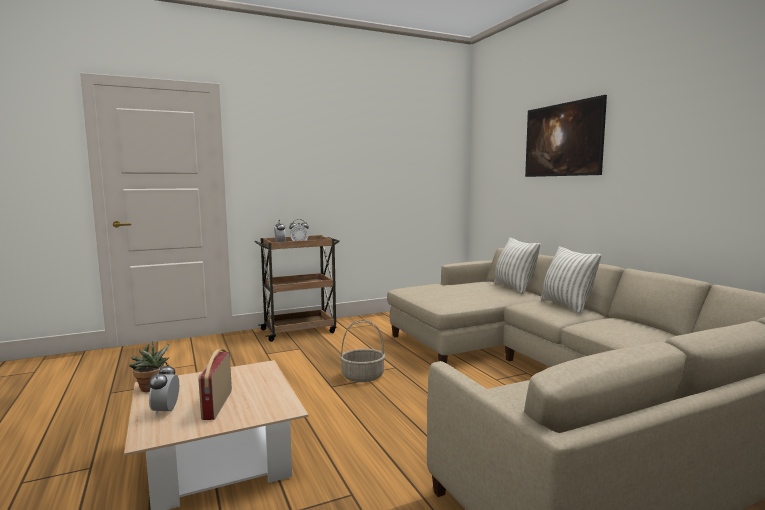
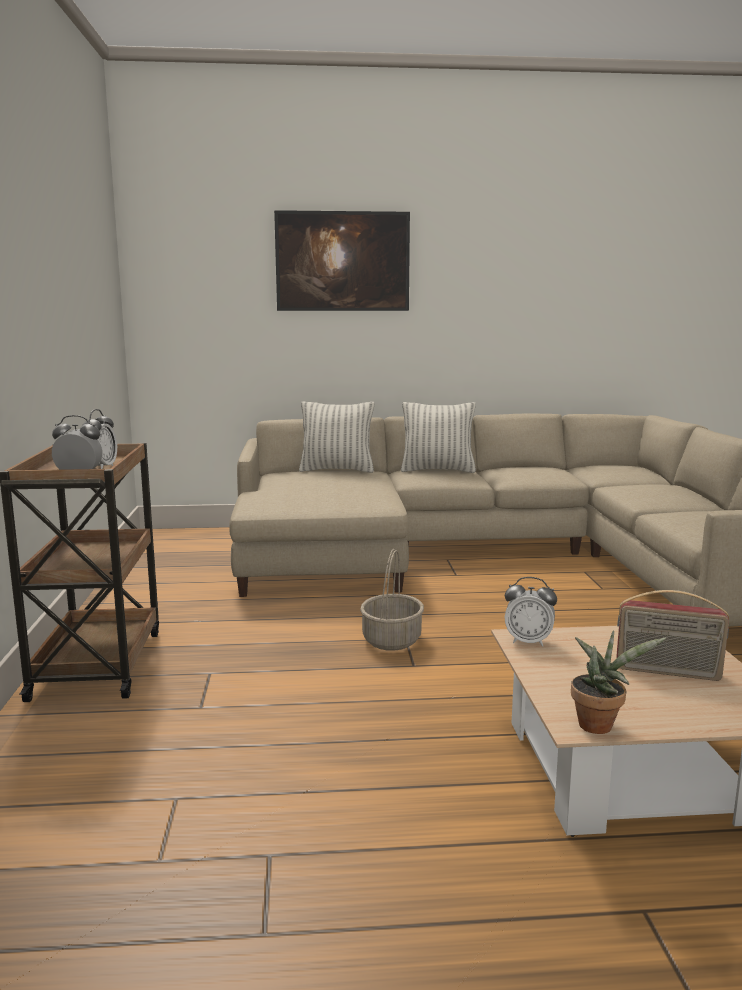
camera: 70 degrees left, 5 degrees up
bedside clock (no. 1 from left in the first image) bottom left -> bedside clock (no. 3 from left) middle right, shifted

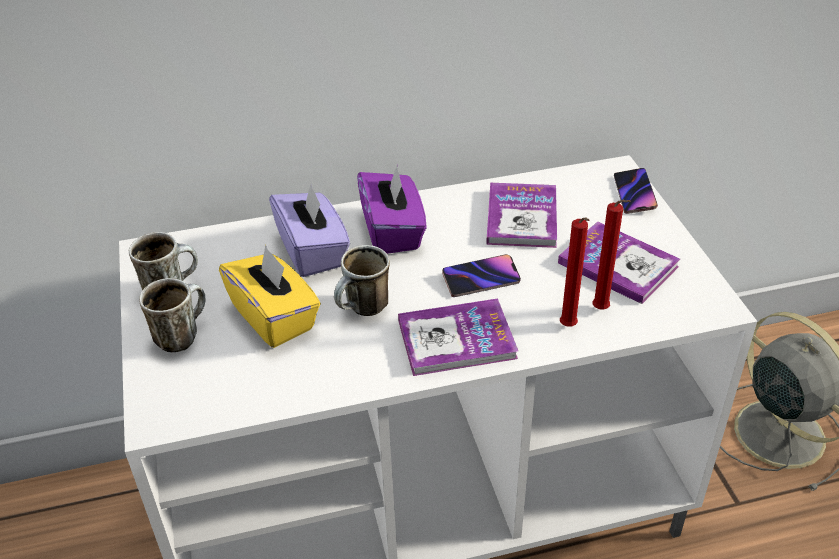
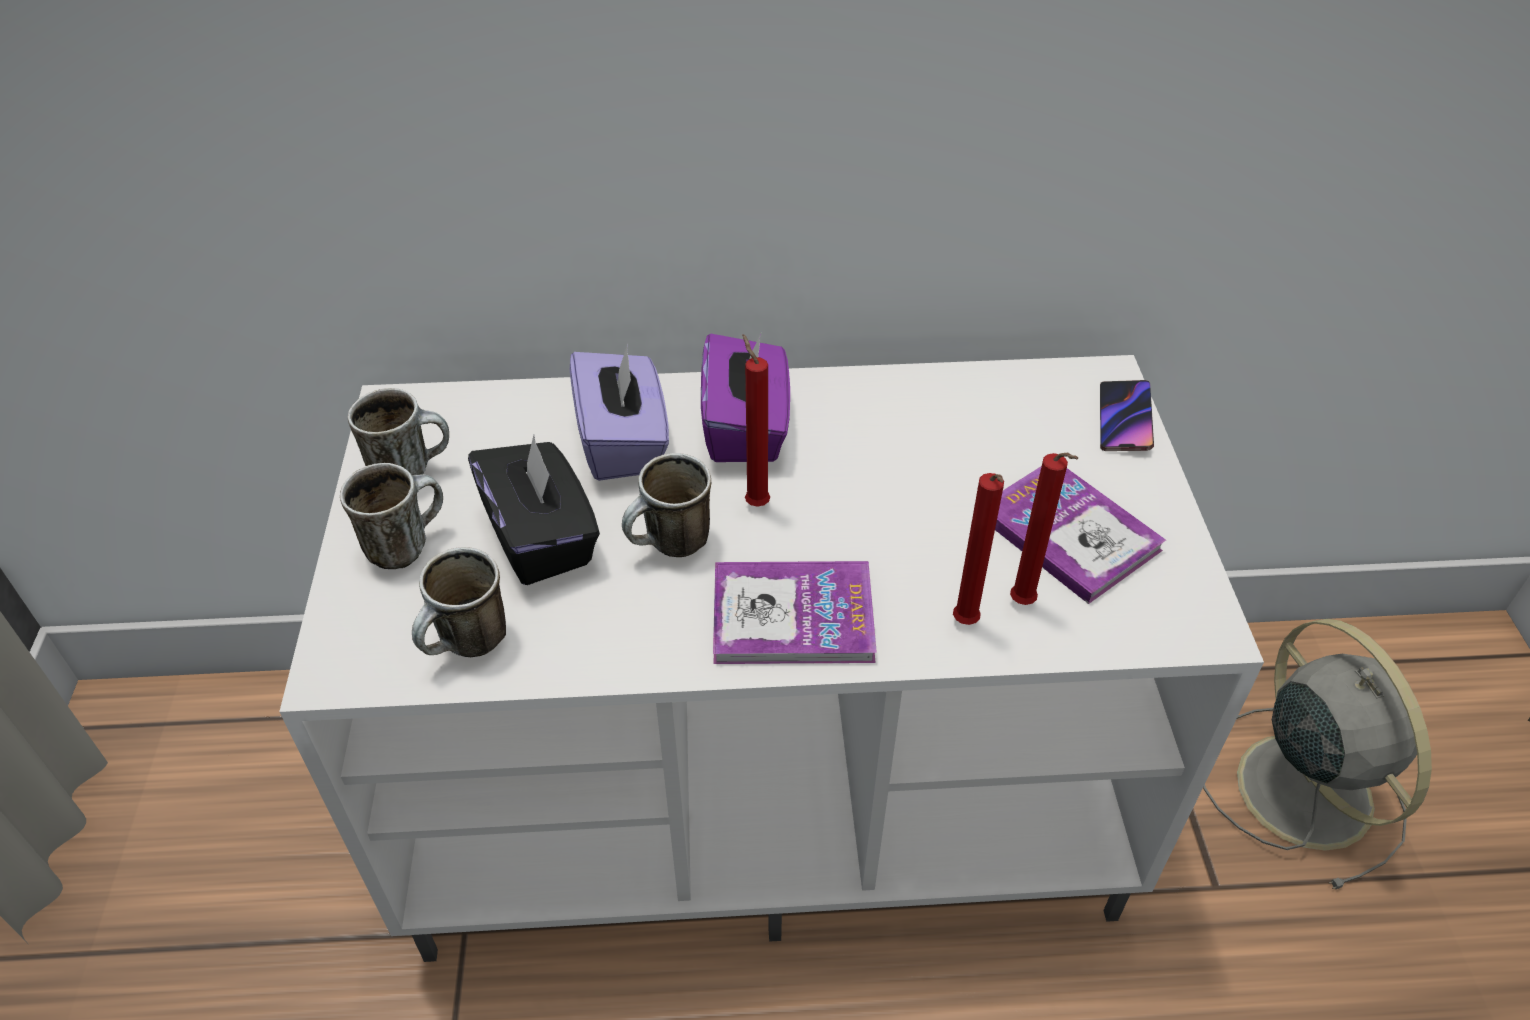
camera: 10 degrees right, 5 degrees up
yellow-coloured tissue box middle left -> black-coloured tissue box centre
phone (no. 1 from left) centre -> none
bound book (no. 2 from left) centre -> none
none -> mug (no. 3 from left) middle left
none -> red-coloured candle (no. 1 from left) centre

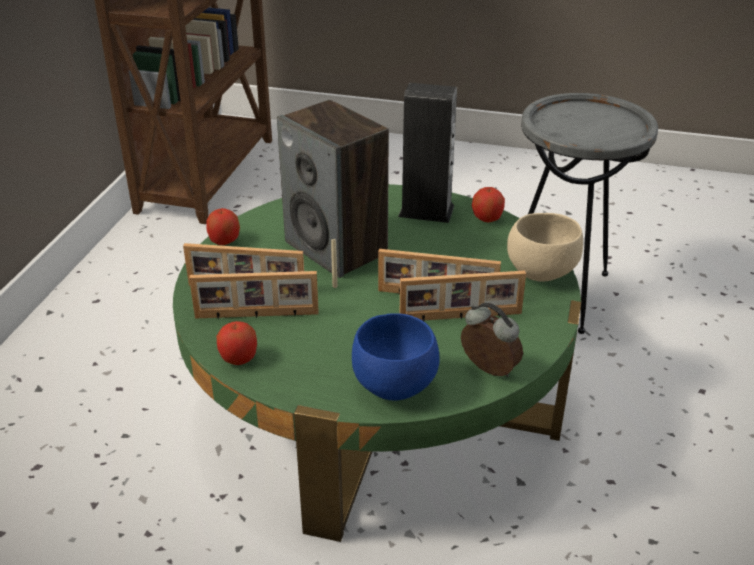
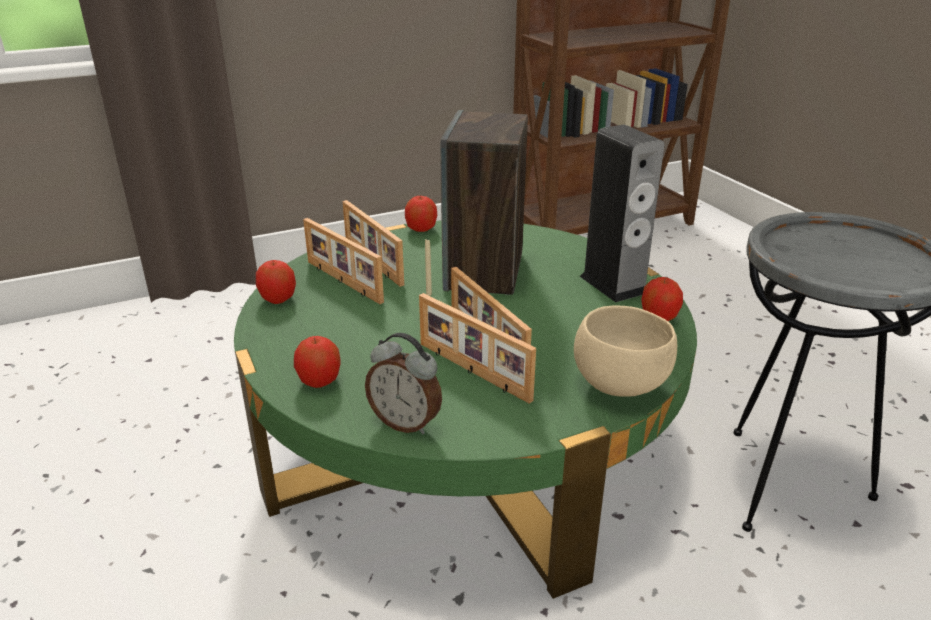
camera: 50 degrees right, 5 degrees down
blue-coloured serving bowl centre -> apple fruit (no. 2 from left) centre
bedside clock centre, 120 degrees clockwise

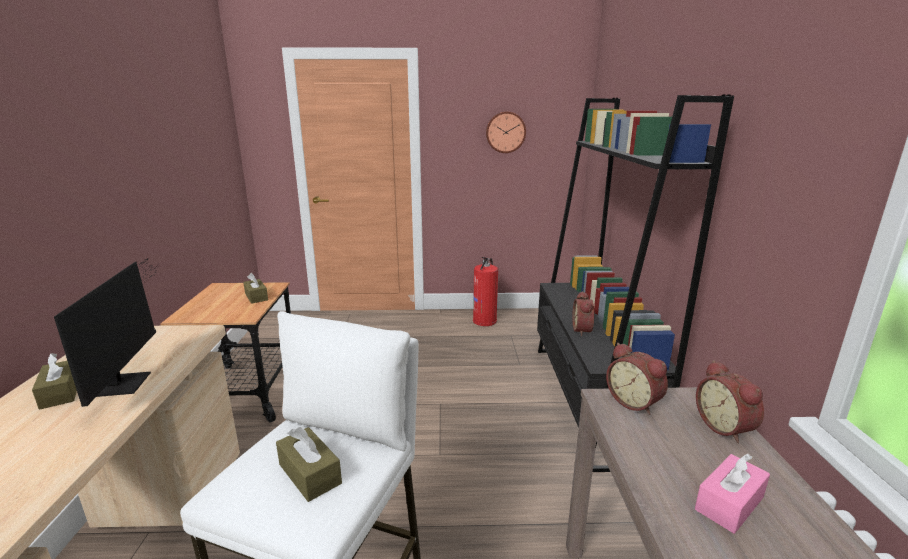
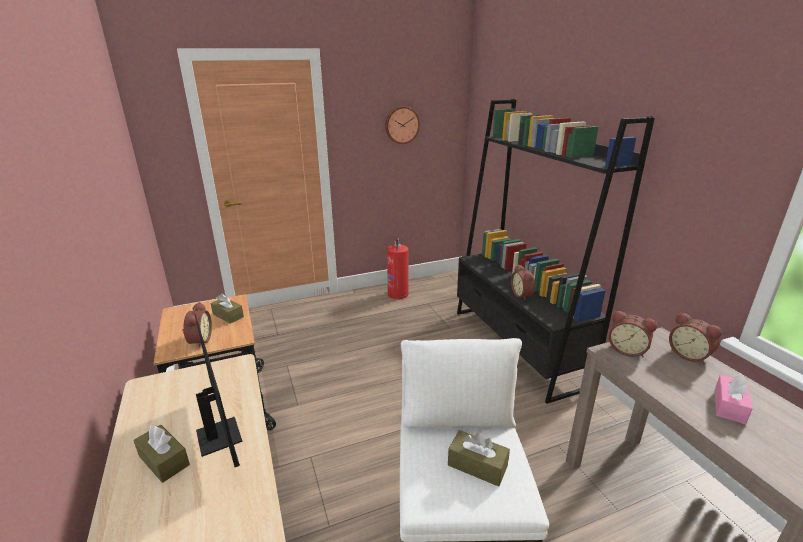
camera: 20 degrees left, 5 degrees up
none -> bedside clock (no. 1 from left) middle left

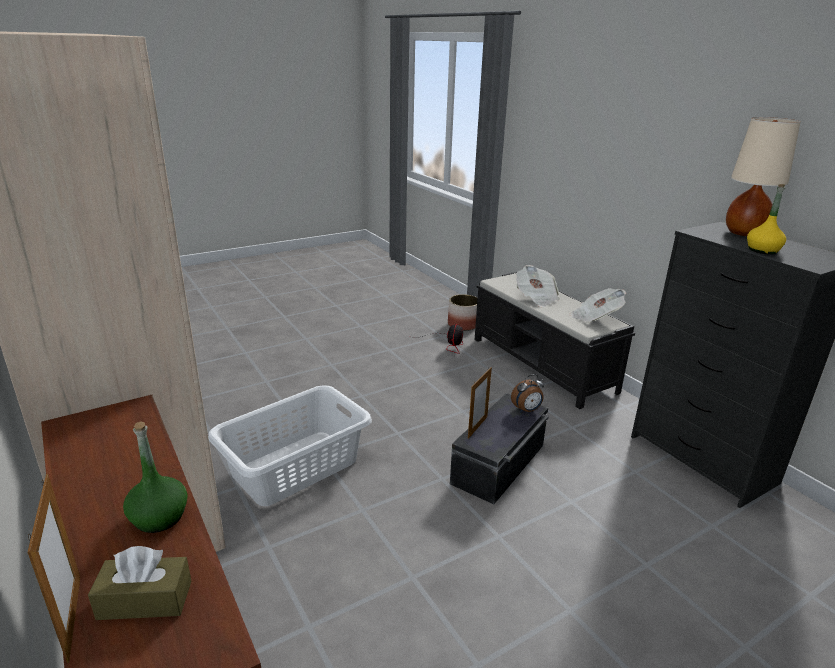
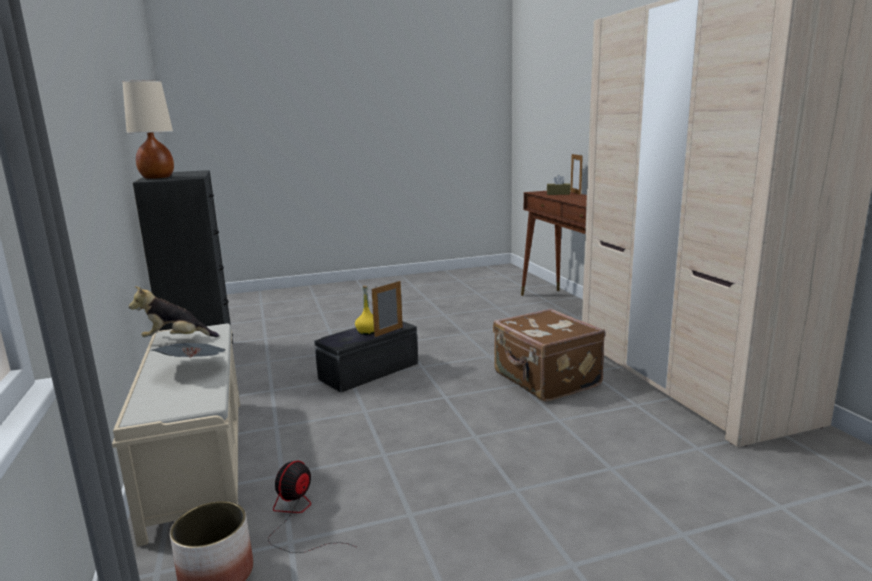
camera: 165 degrees left, 10 degrees down
green bottle bottom left -> none
whitish laundry basket centre -> brown-coloured piece of luggage centre
black-coloured long seat centre -> sand-coloured long seat bottom left
bedside clock centre -> none
printed paper (no. 2 from left) middle right -> plush toy middle left
yellow-coloured bottle top right -> yellow-coloured bottle centre, shifted

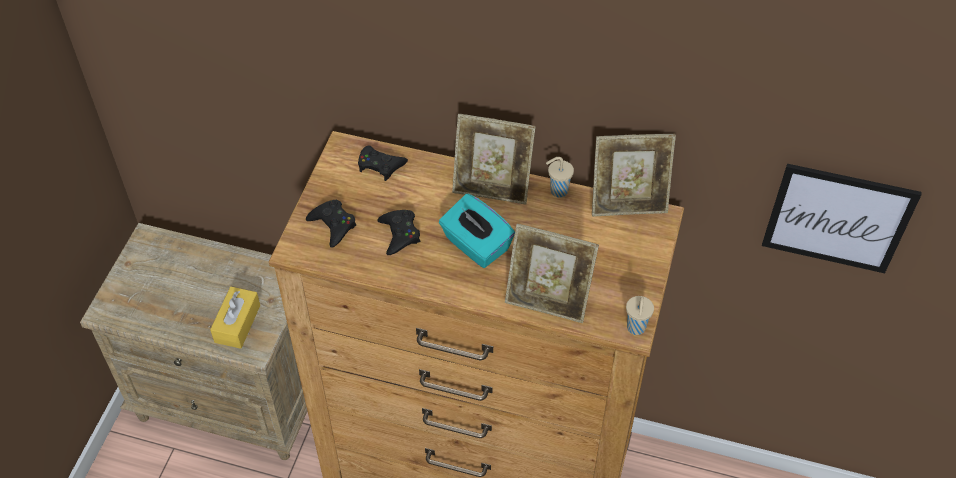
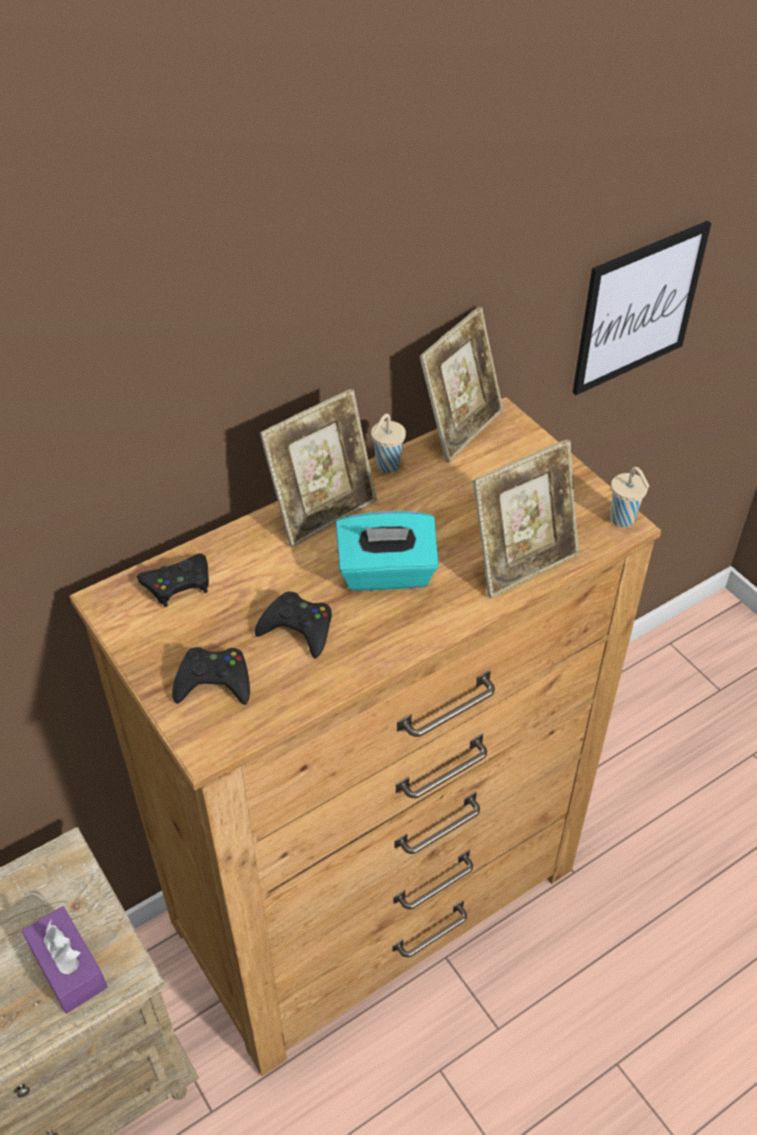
camera: 50 degrees left, 5 degrees down
yellow-coloured tissue box middle left -> purple tissue box bottom left

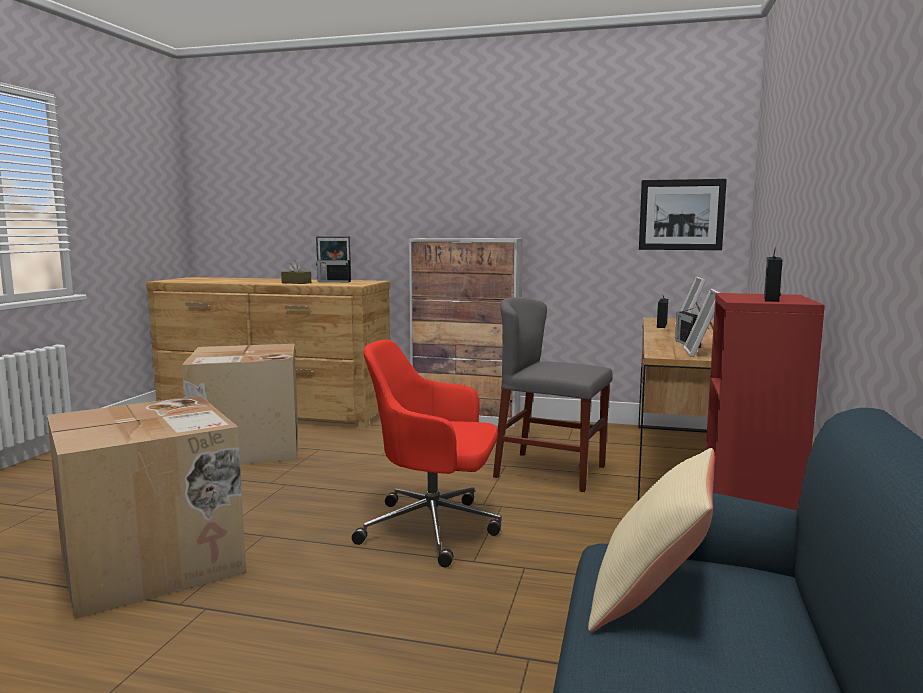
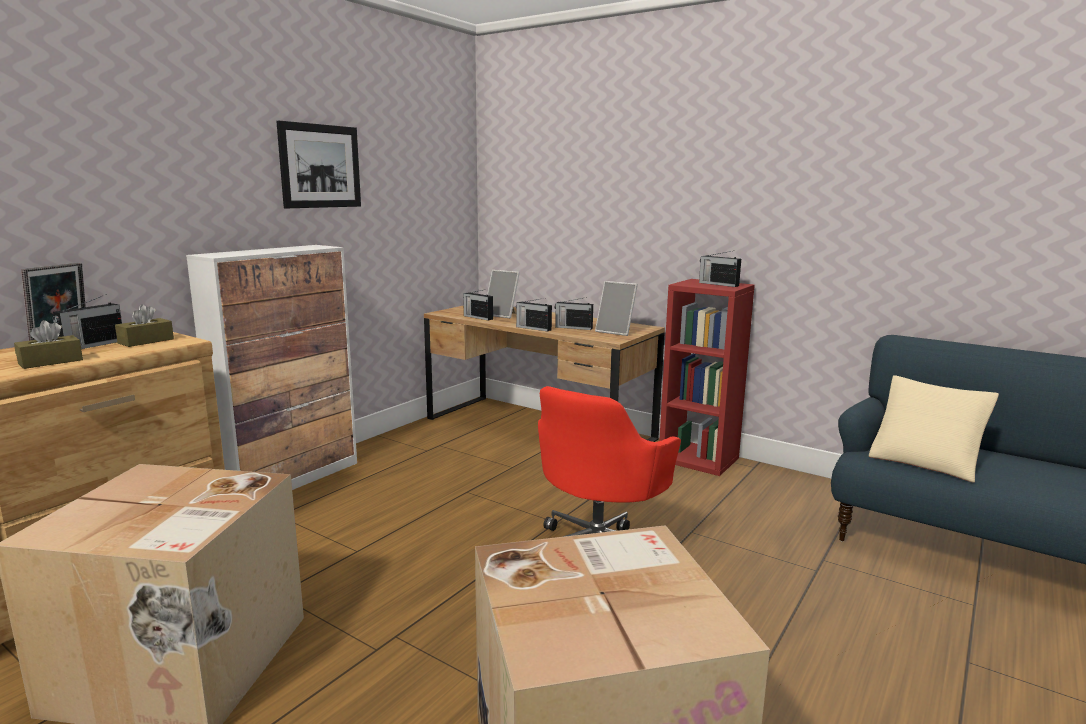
camera: 70 degrees left, 5 degrees up
gray chair centre -> none
wall art top right -> wall art top left, shifted
none -> brown-coloured tissue box (no. 2 from left) middle left
none -> radio set (no. 3 from left) centre

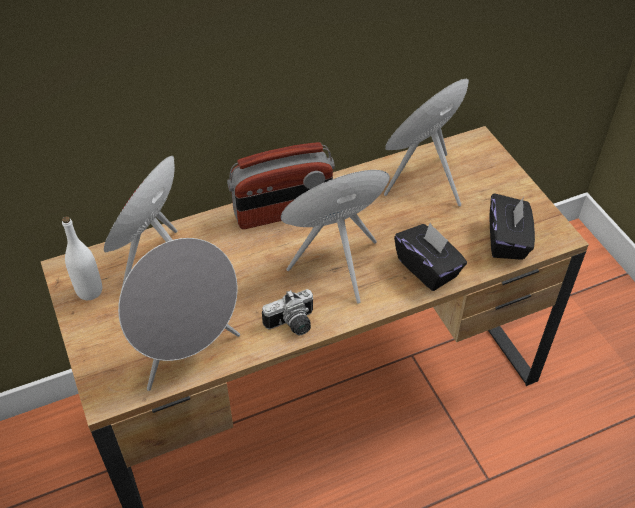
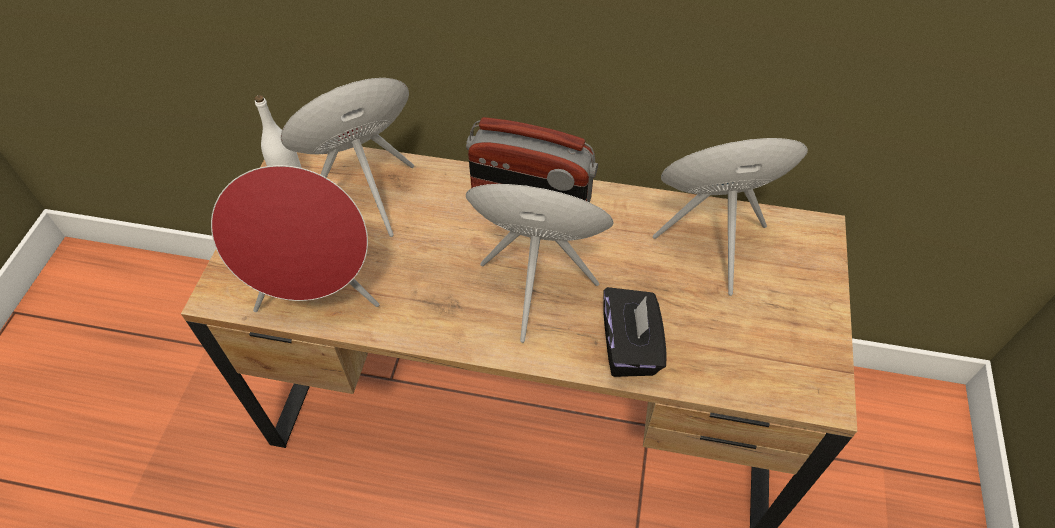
camera: 35 degrees right, 5 degrees up
gray audio speaker middle left -> red-coloured audio speaker (no. 1 from left) middle left
photo camera centre -> none
black-coloured tissue box (no. 2 from left) middle right -> none

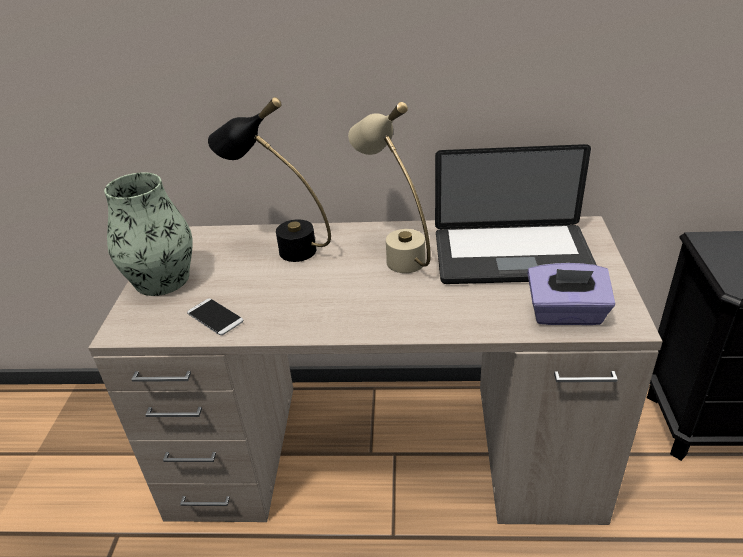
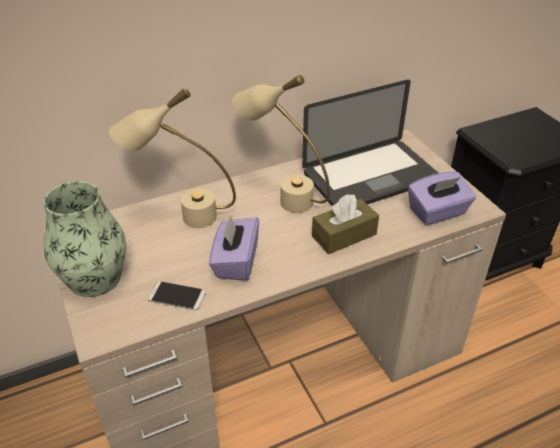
camera: 30 degrees left, 5 degrees up
black-coloured tabletop lamp top centre -> sand-coloured tabletop lamp (no. 1 from left) middle left
none -> purple tissue box (no. 1 from left) centre
none -> brown-coloured tissue box centre

